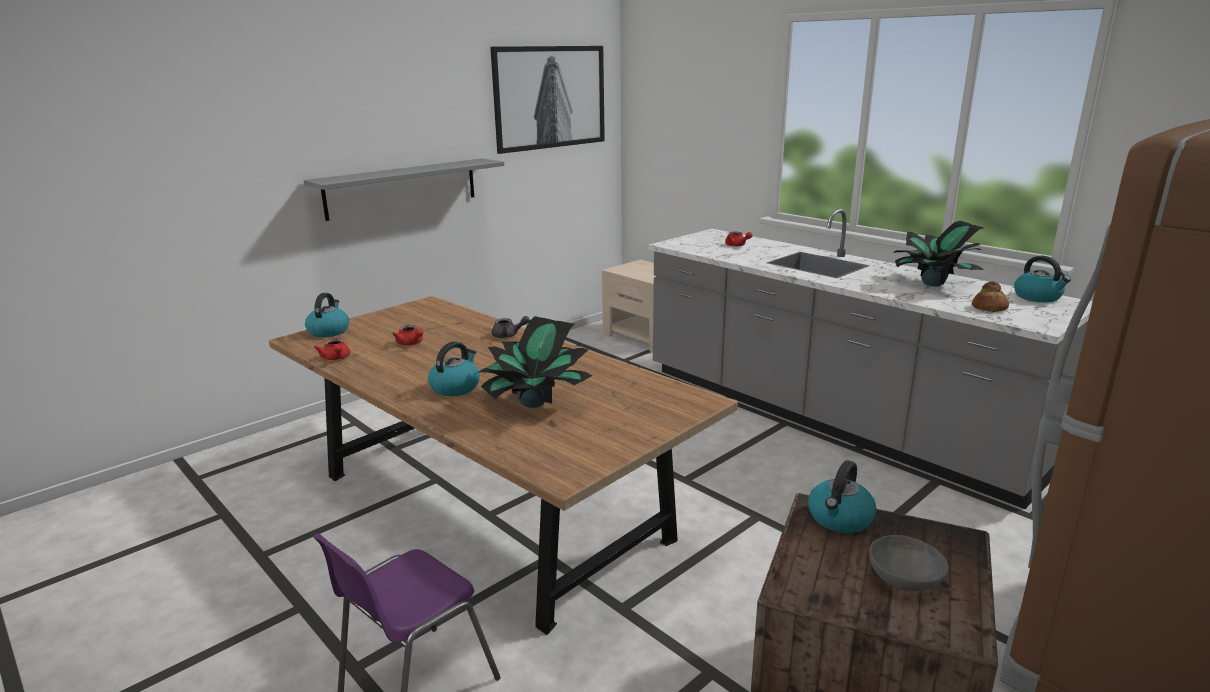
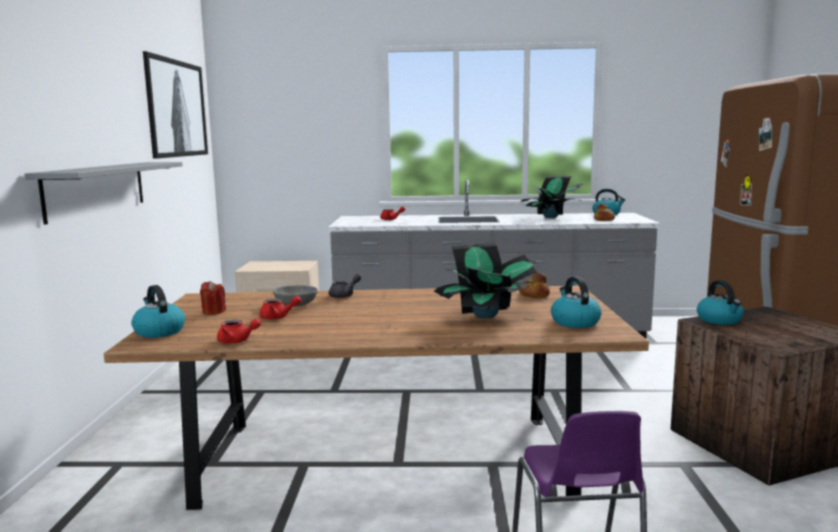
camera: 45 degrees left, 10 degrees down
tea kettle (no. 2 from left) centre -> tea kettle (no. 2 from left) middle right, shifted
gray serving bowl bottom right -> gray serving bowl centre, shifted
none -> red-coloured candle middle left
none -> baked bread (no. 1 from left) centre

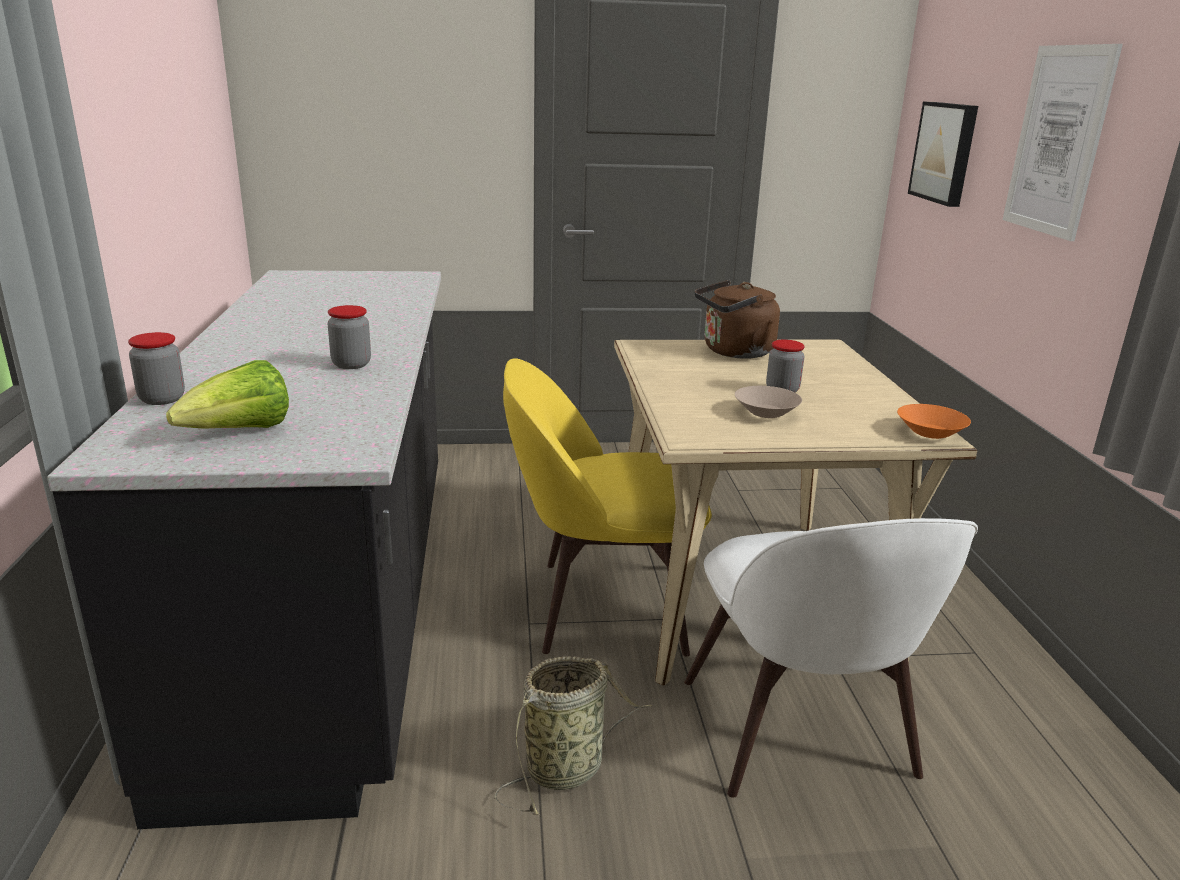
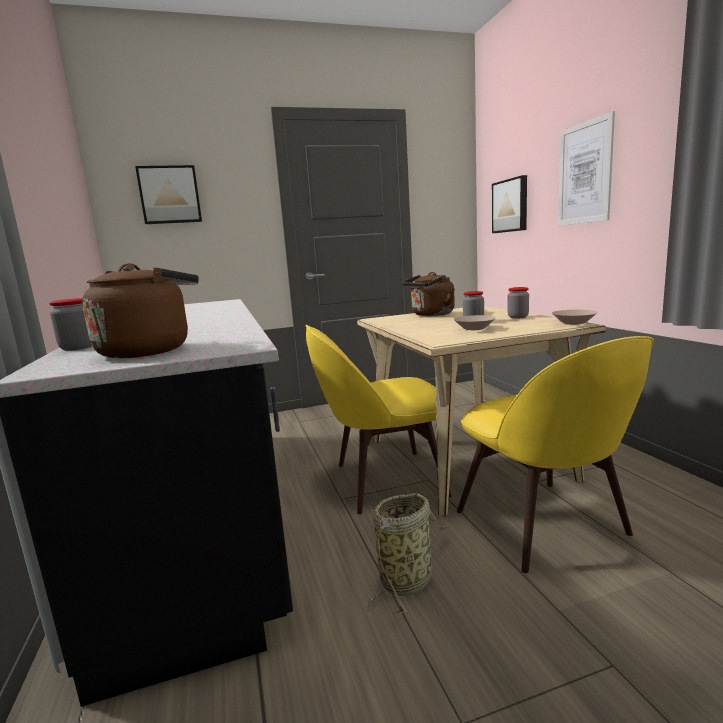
camera: 10 degrees left, 10 degrees down
lettuce head middle left -> brown-coloured tea kettle (no. 1 from left) middle left
storage jar (no. 2 from left in the first image) middle left -> storage jar (no. 3 from left) middle right, shifted
whitish chair bottom right -> yellow-coloured chair (no. 2 from left) middle right
orange serving bowl middle right -> sand-coloured serving bowl (no. 2 from left) middle right
none -> wall art (no. 1 from left) top left

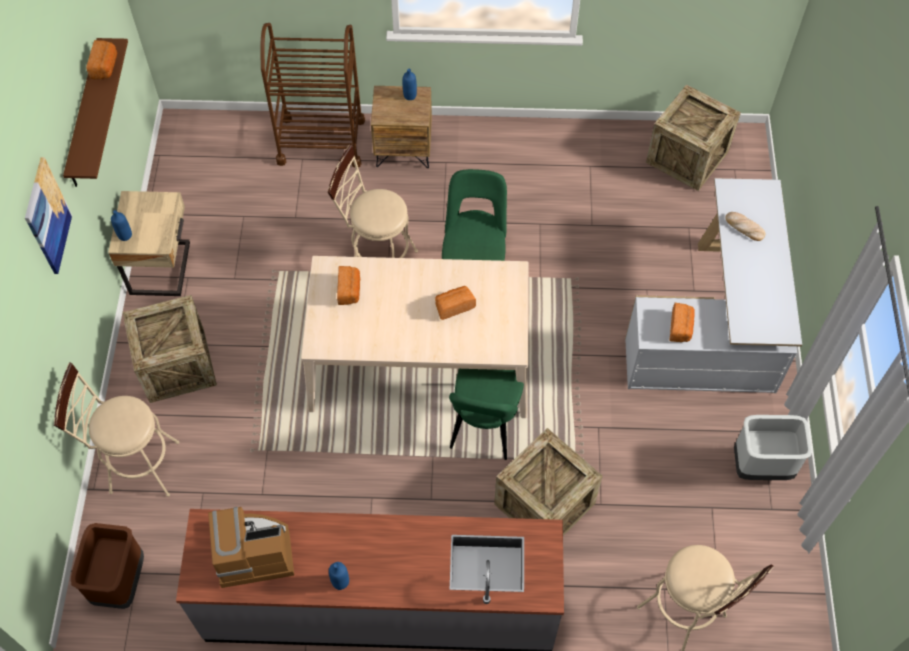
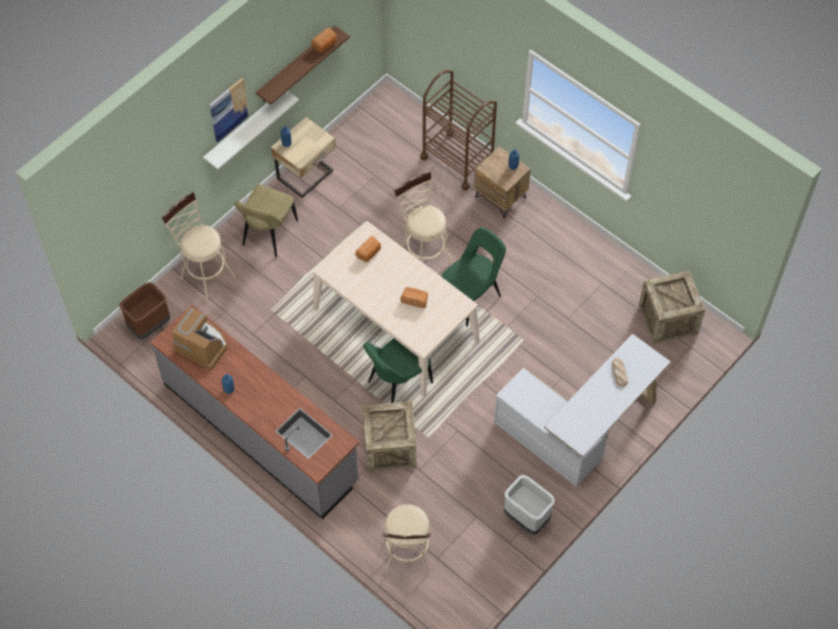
camera: 40 degrees right, 0 degrees up
crate (no. 1 from left) middle left -> sand-coloured chair middle left
baked bread (no. 4 from left) middle right -> none
none -> whitish bracket shelf top left

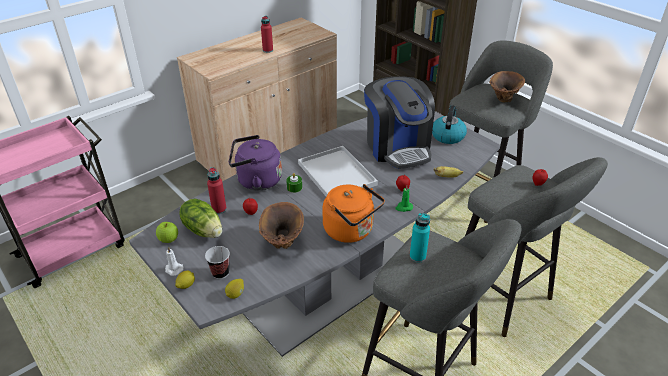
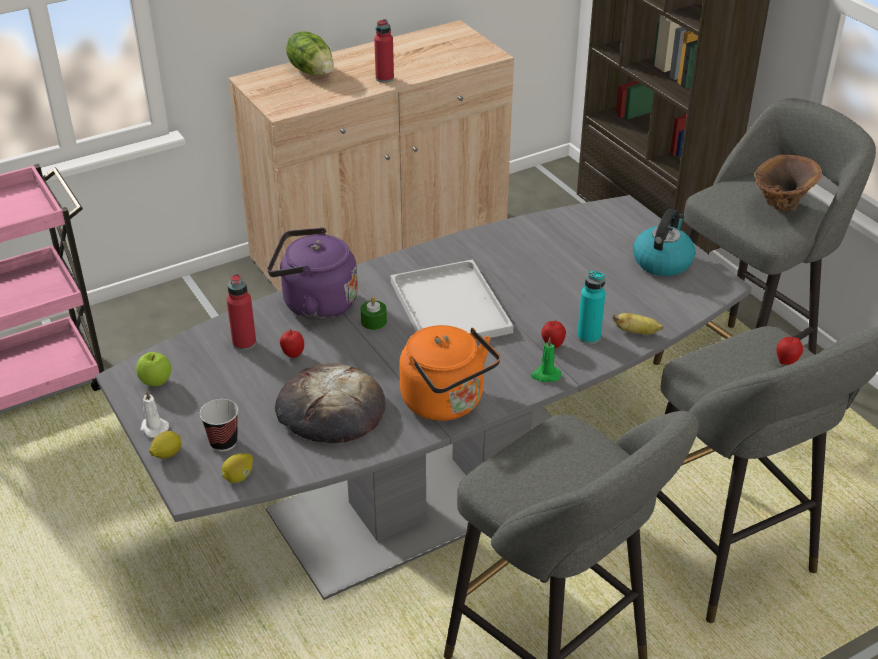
camera: 10 degrees right, 0 degrees up
lettuce head middle left -> lettuce head top centre, shifted
brown-coloured decorative vase (no. 1 from left) centre -> baked bread centre
coffee brewer top centre -> none
blue-green bottle centre -> blue-green bottle middle right, shifted

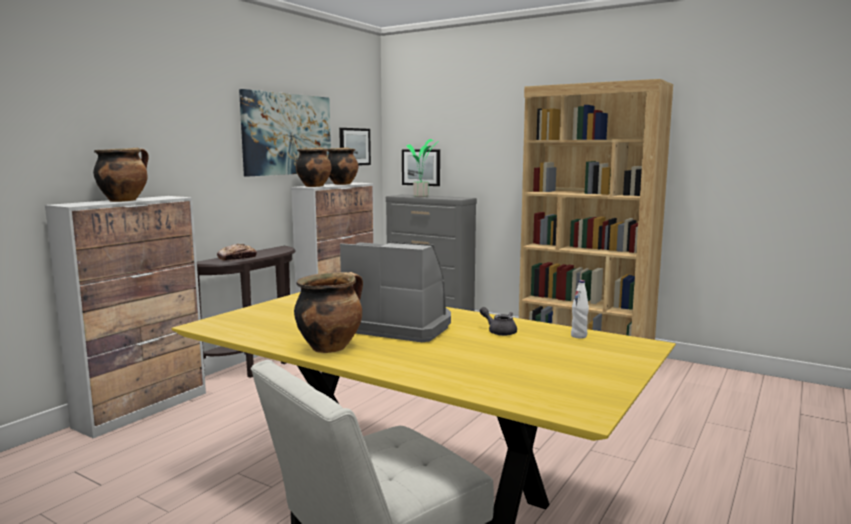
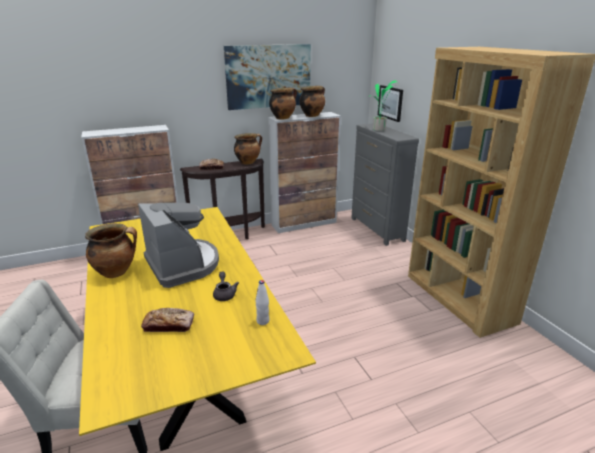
camera: 35 degrees right, 15 degrees up
stockpot (no. 1 from left in the first image) middle left -> stockpot (no. 2 from left) top centre, shifted
wall art (no. 2 from left) top centre -> none
none -> baked bread (no. 1 from left) bottom left

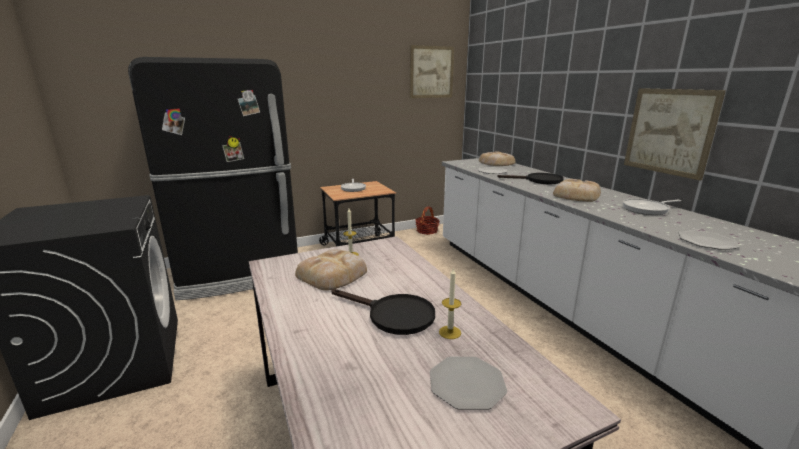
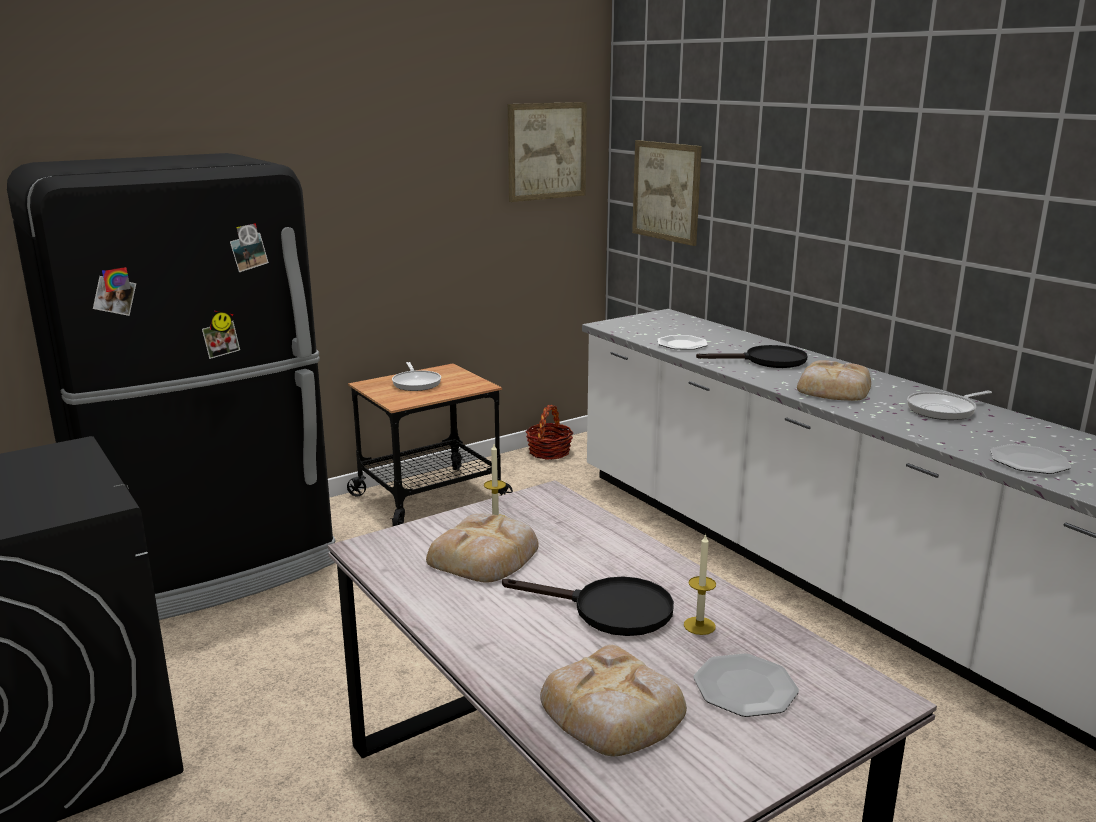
camera: 10 degrees left, 0 degrees up
baked bread (no. 2 from left) centre -> baked bread (no. 2 from left) bottom centre, shifted
wall art (no. 2 from left) top right -> wall art (no. 2 from left) top centre, shifted

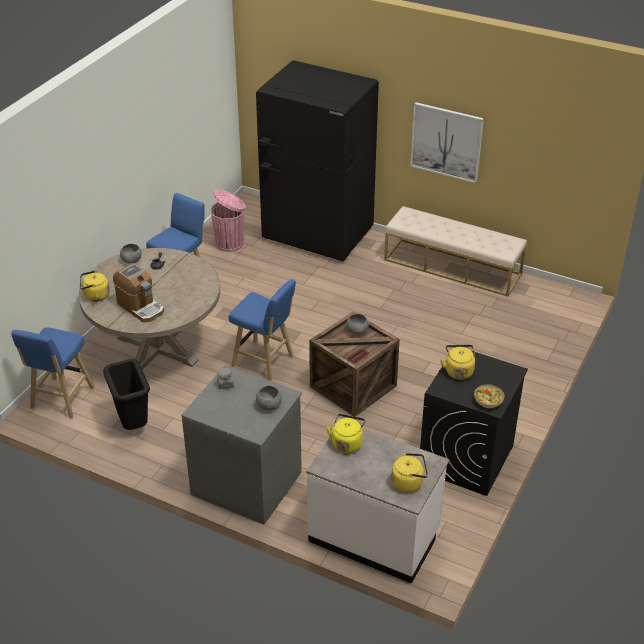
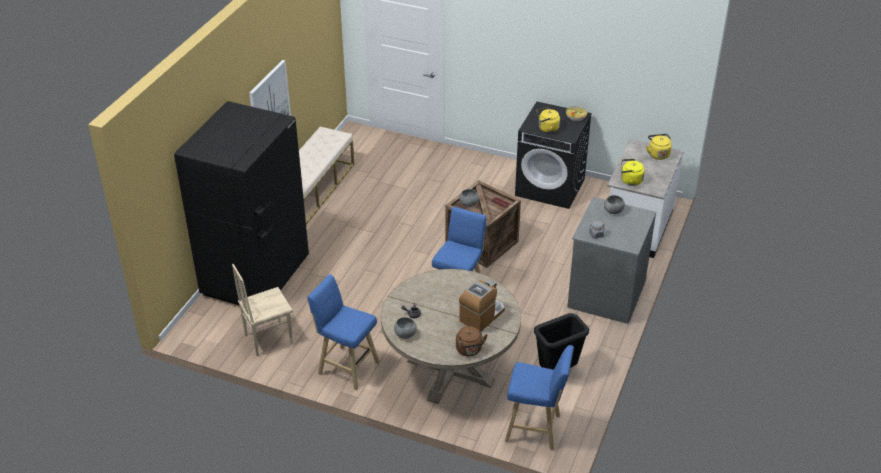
camera: 95 degrees left, 0 degrees up
yellow-coloured tea kettle (no. 1 from left) middle left -> brown-coloured tea kettle bottom centre
pink waste bin centre -> sand-coloured chair middle left

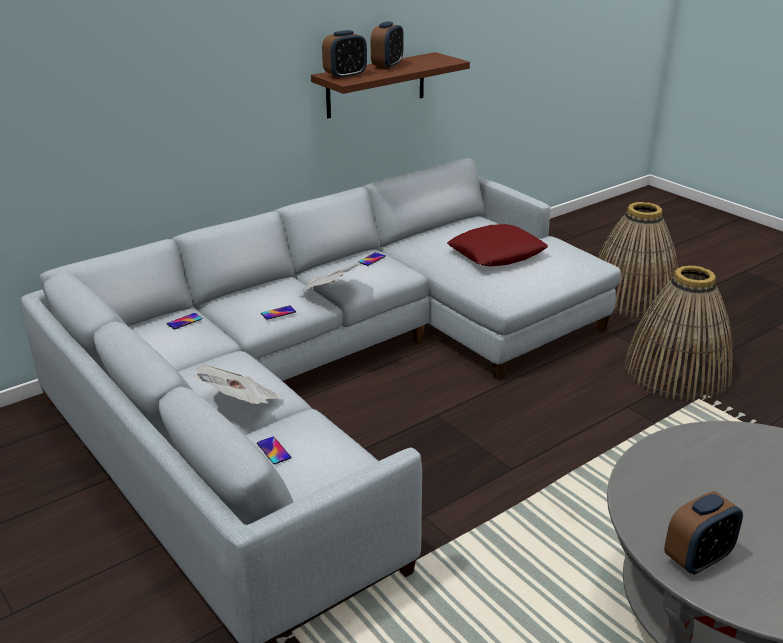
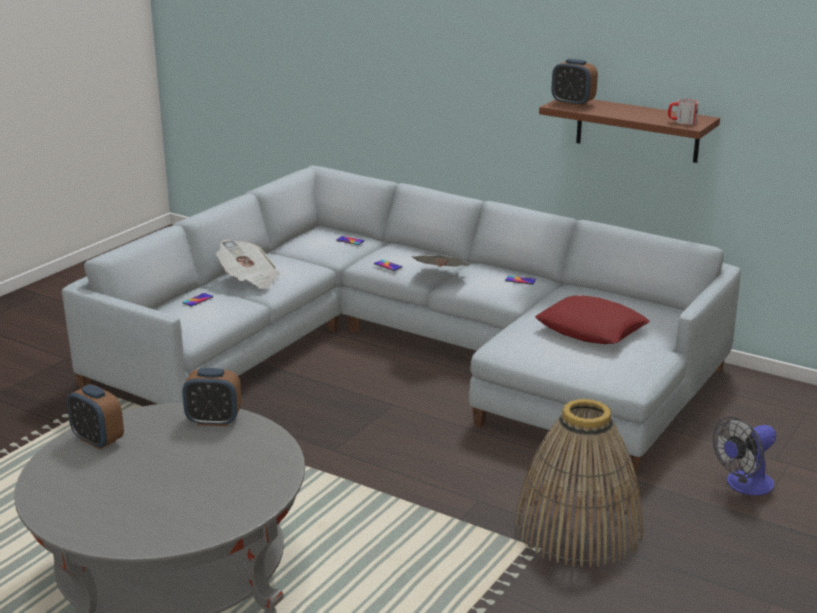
camera: 70 degrees right, 5 degrees down
bedside clock (no. 2 from left) top centre -> bedside clock (no. 2 from left) middle left, shifted
household basket (no. 1 from left) middle right -> electric fan bottom right
none -> mug top right

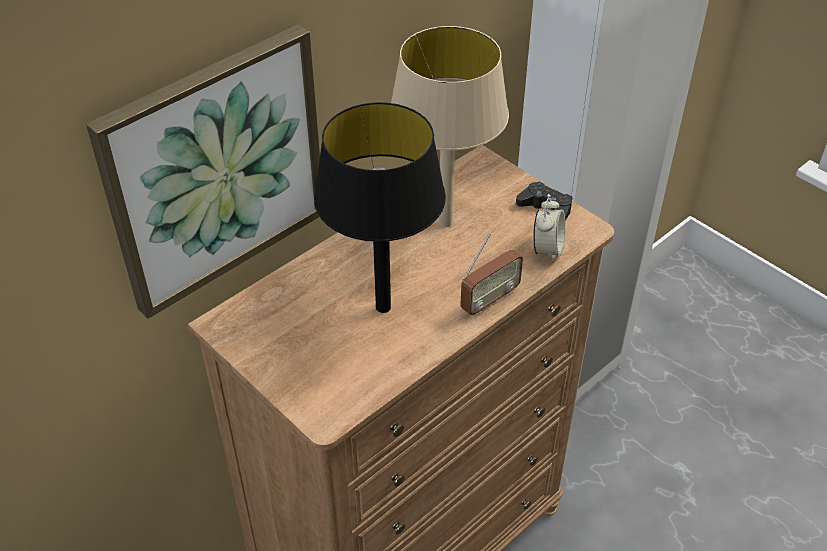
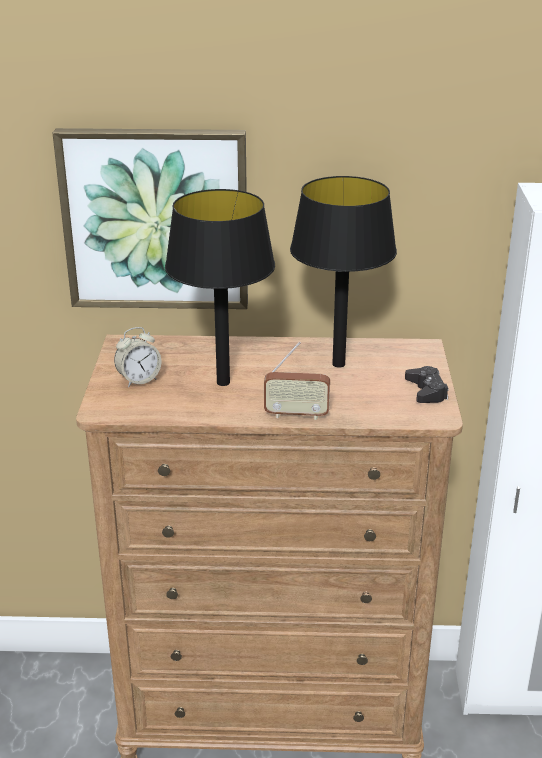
camera: 45 degrees right, 15 degrees down
sand-coloured tabletop lamp top centre -> black-coloured tabletop lamp (no. 2 from left) centre
bedside clock centre -> bedside clock middle left, shifted

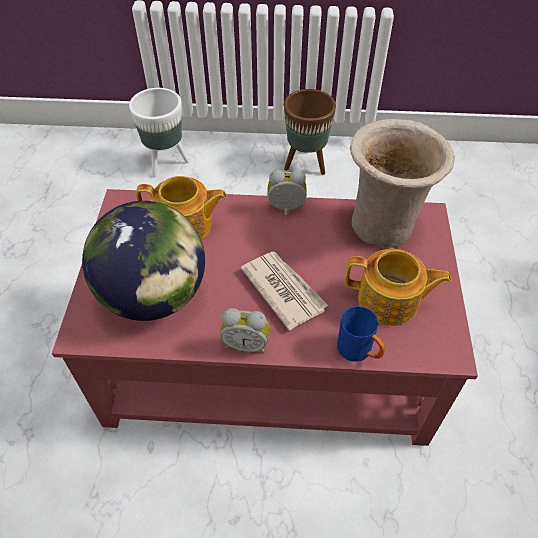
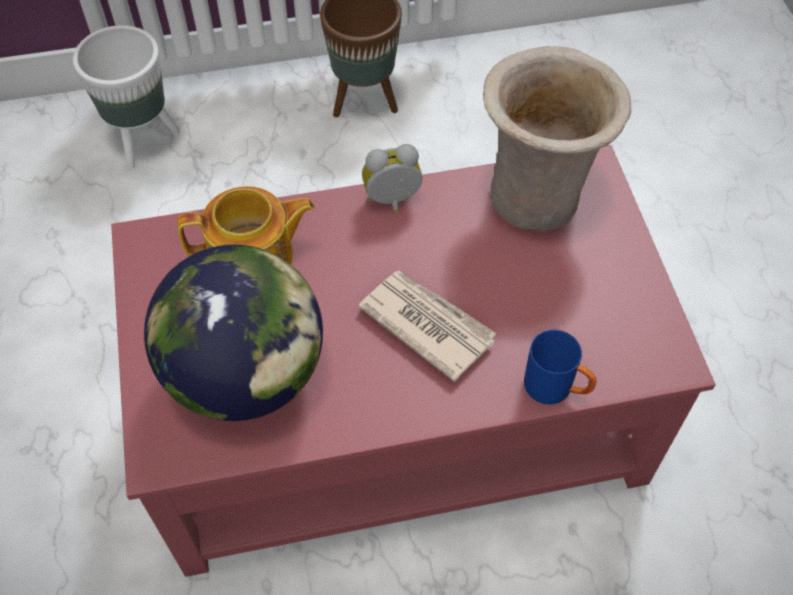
camera: 15 degrees left, 5 degrees up
bedside clock (no. 1 from left) centre -> none
teapot (no. 2 from left) middle right -> none

